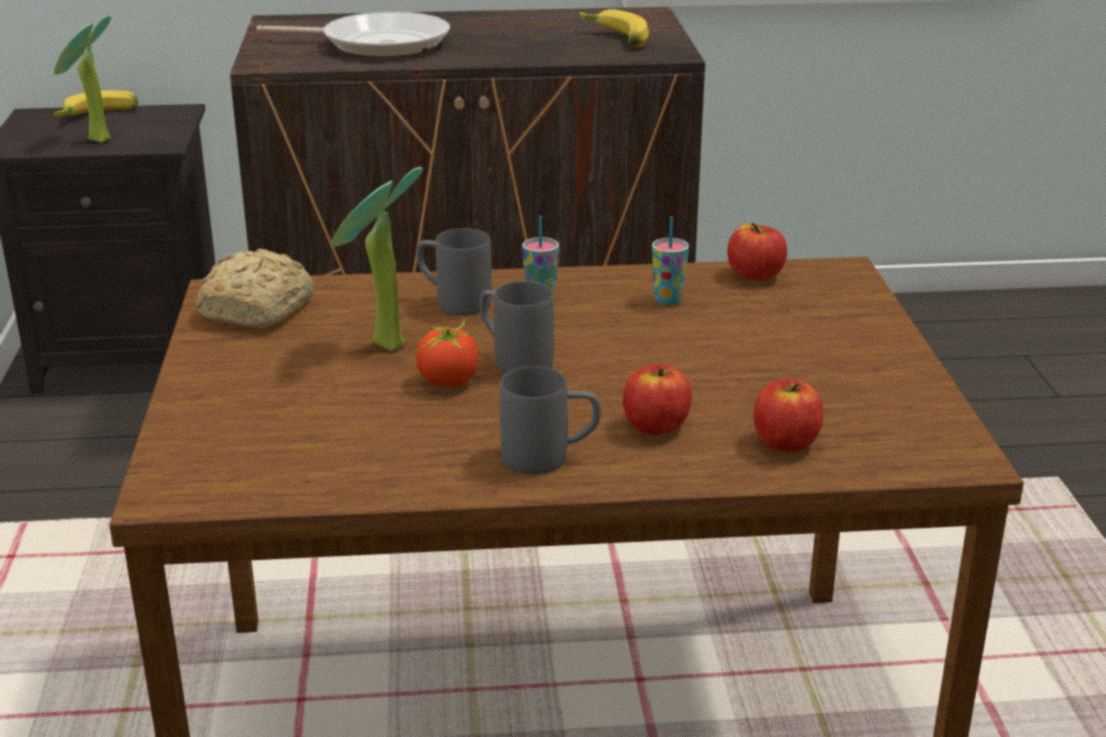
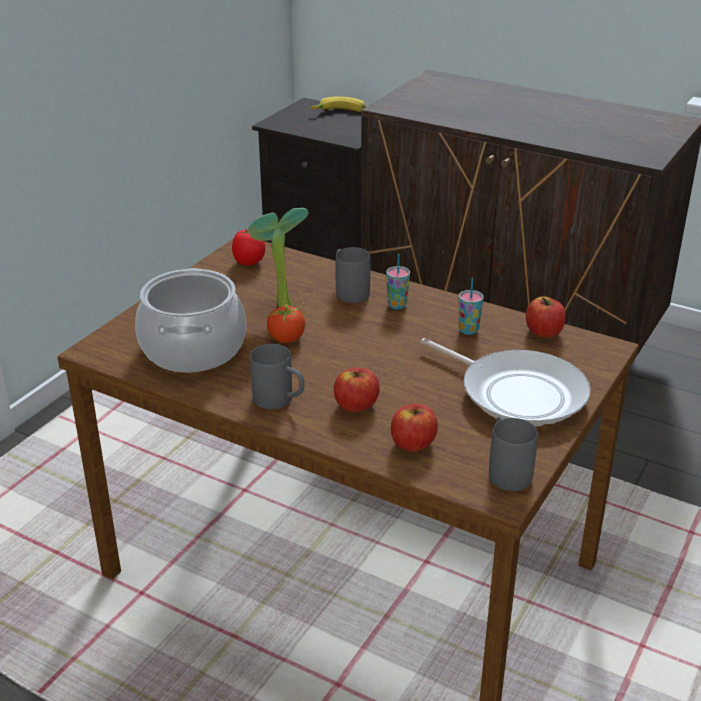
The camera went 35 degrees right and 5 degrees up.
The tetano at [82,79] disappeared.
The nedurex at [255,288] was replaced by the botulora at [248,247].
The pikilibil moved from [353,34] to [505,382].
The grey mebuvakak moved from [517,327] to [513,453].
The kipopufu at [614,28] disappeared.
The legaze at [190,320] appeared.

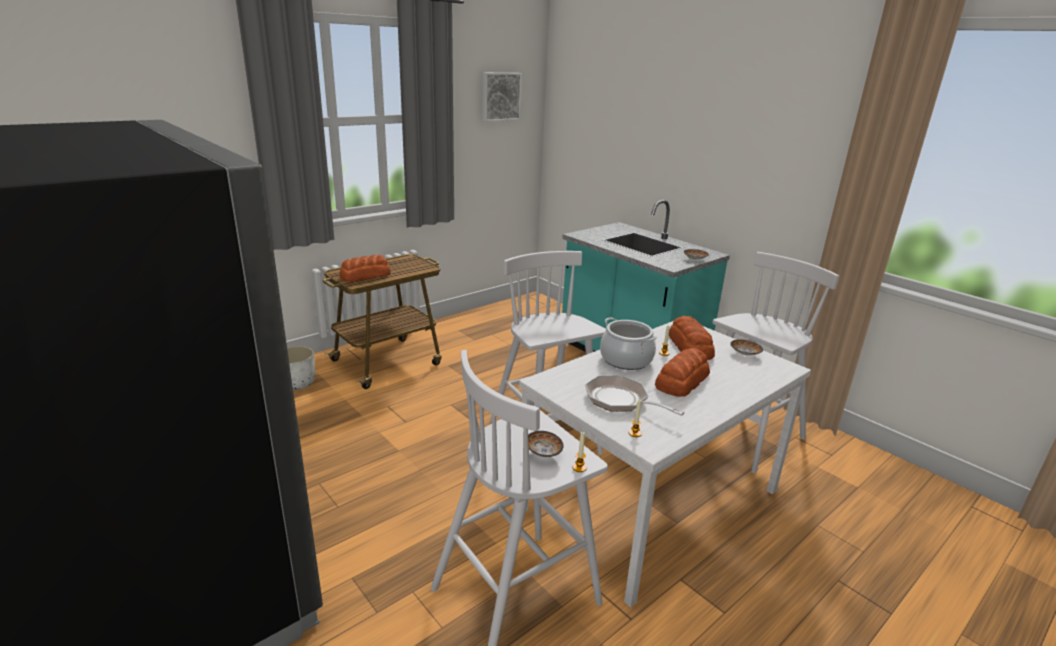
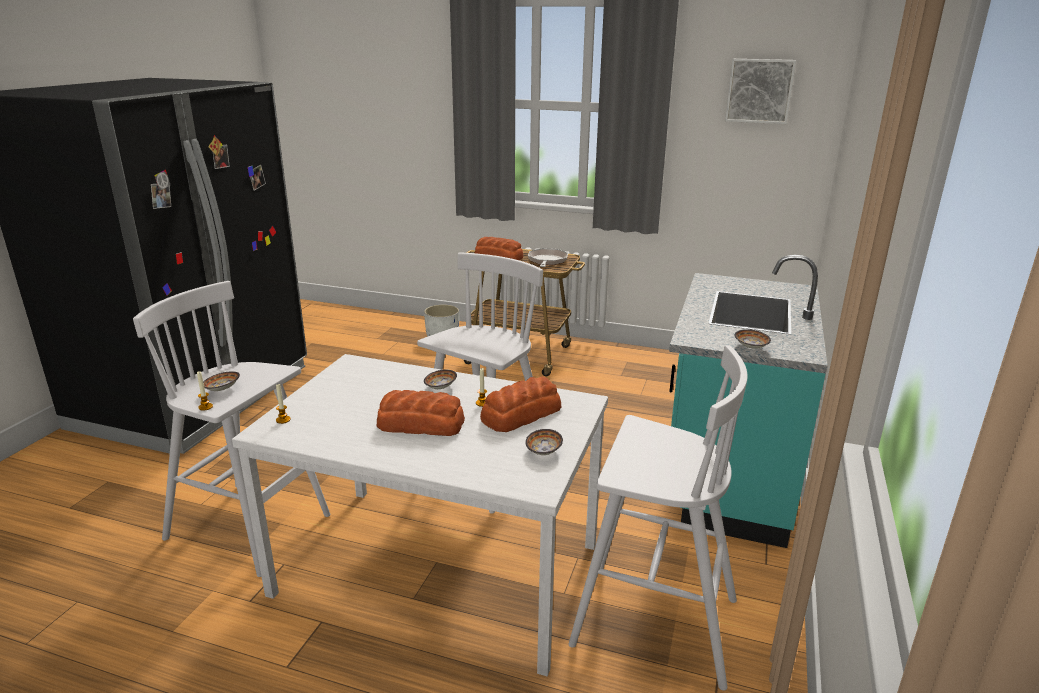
The camera went 60 degrees right and 0 degrees up.
The pikilibil moved from [635,395] to [548,257].
The legaze at [628,343] was replaced by the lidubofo at [440,379].

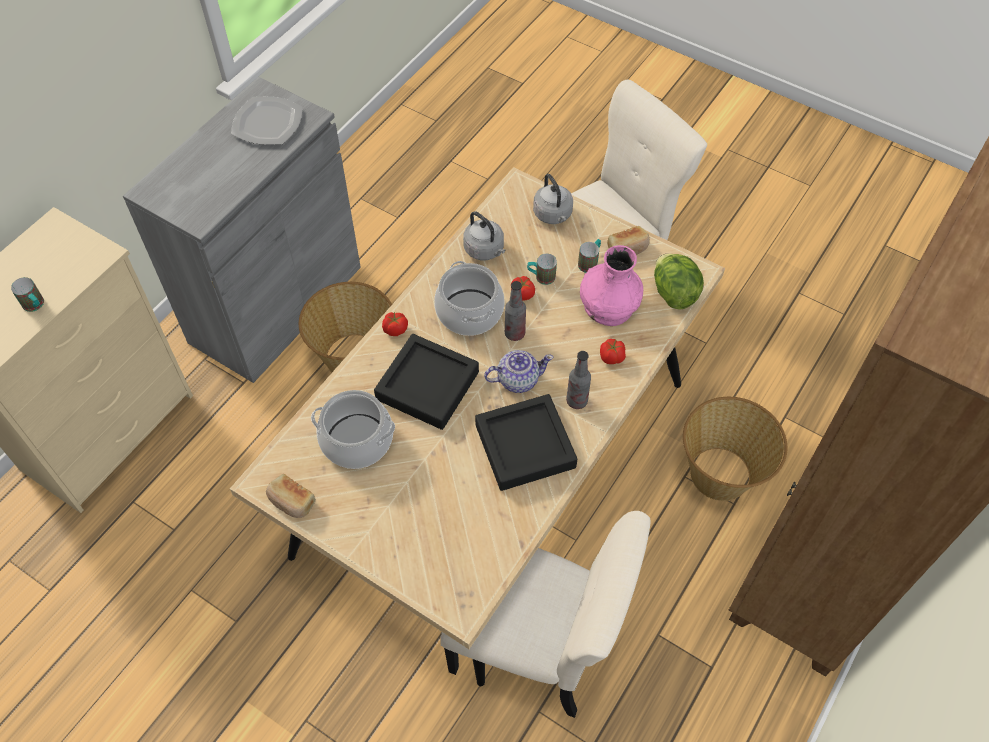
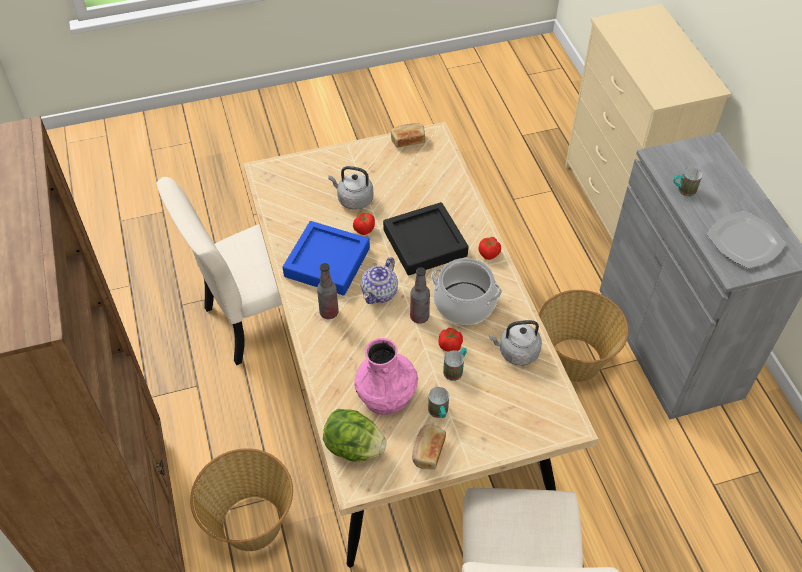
The camera went 130 degrees right and 5 degrees down.
The mebuvakak moved from [27,294] to [687,182].
The legaze at [353,429] disappeared.
The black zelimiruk at [526,442] became the blue zelimiruk at [326,258].
The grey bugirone moved from [553,199] to [350,188].
The botulora moved from [613,351] to [364,224].

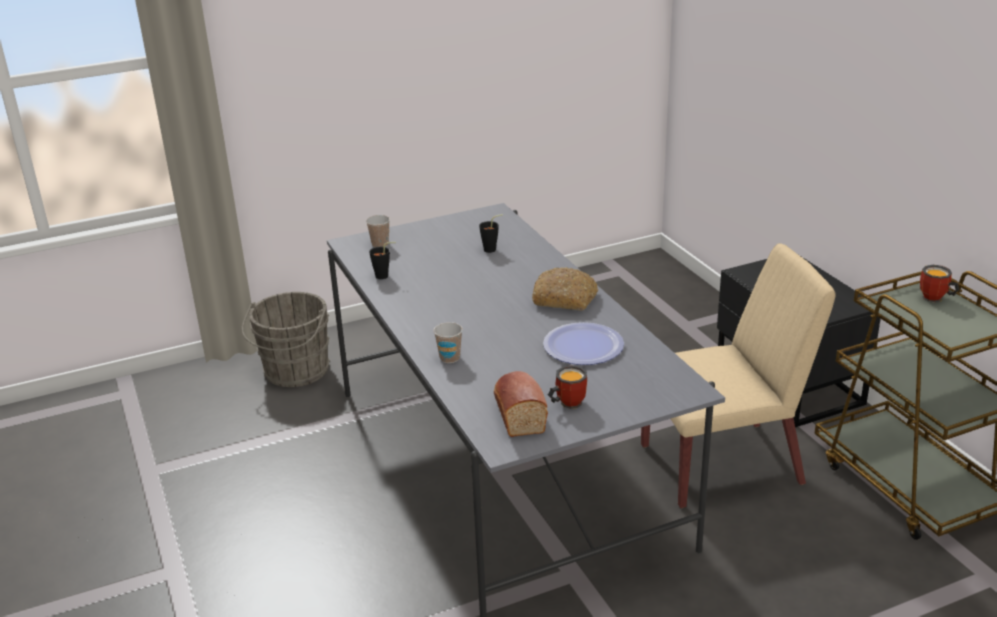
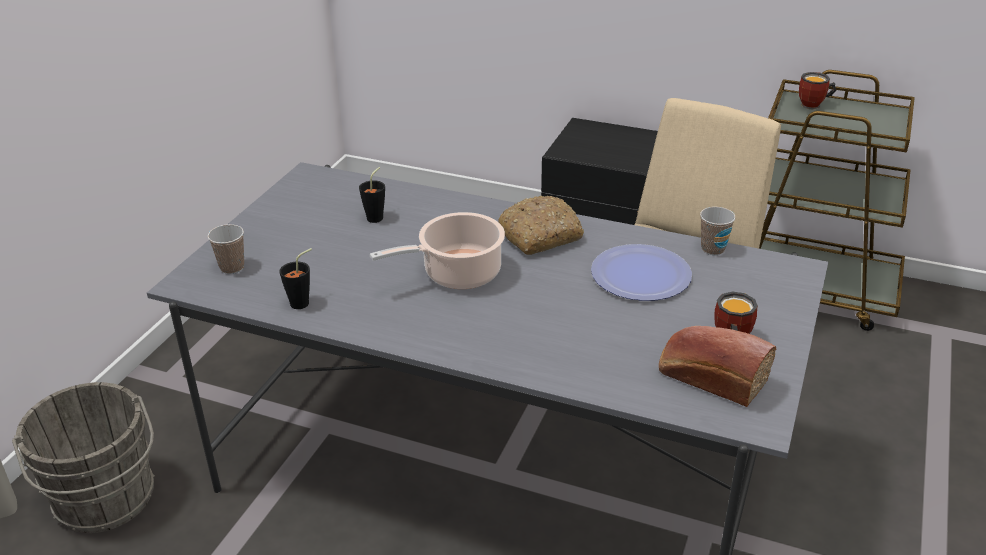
The camera went 45 degrees left and 5 degrees up.
The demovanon moved from [448,342] to [718,231].
The legaze at [437,250] appeared.

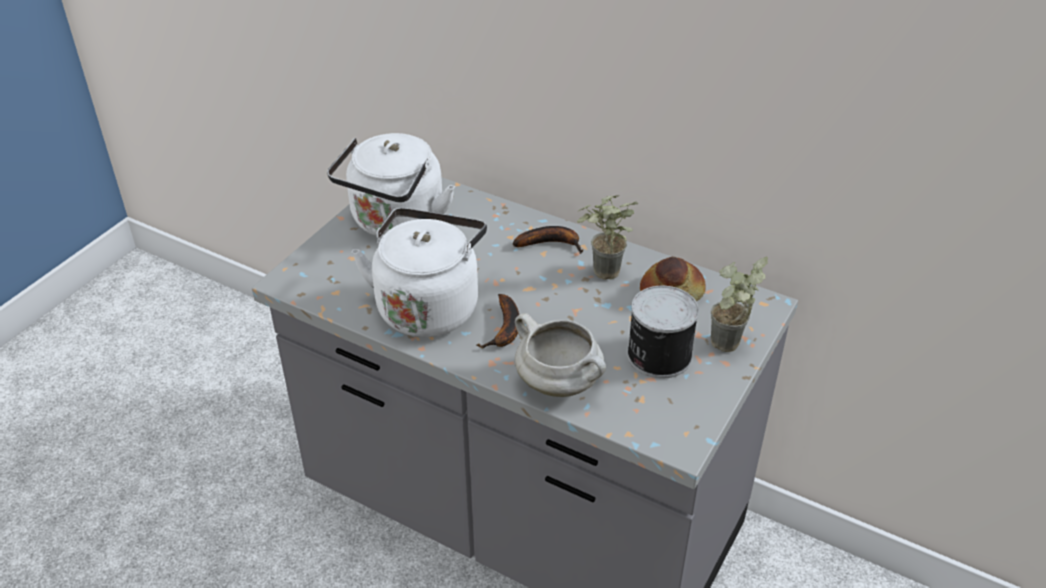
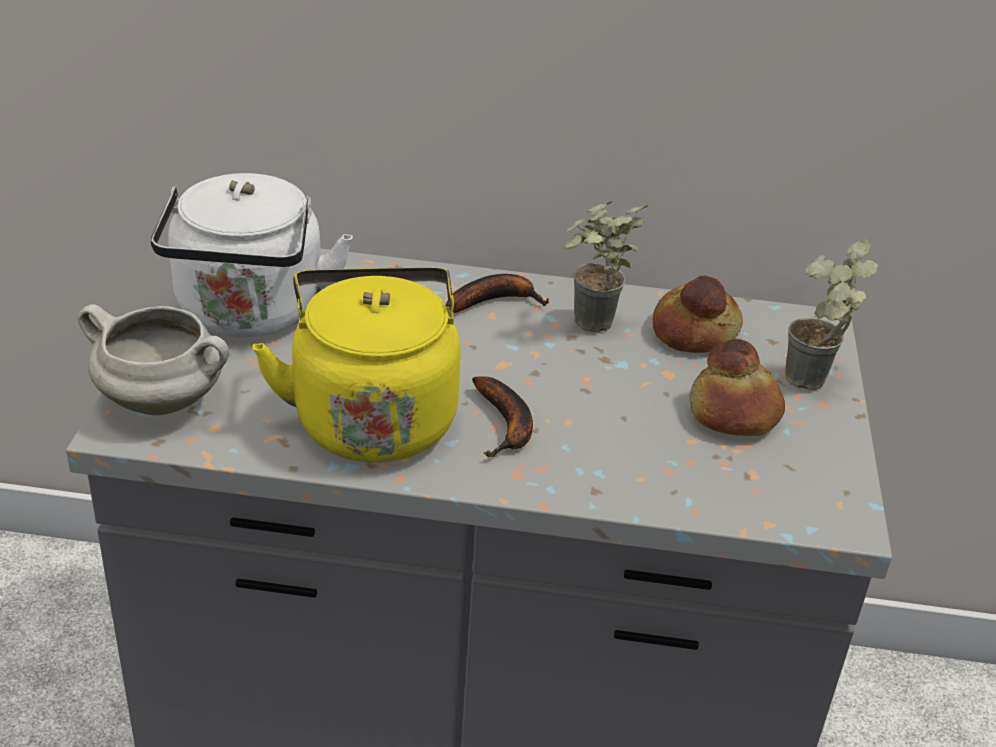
The camera went 25 degrees left and 5 degrees down.
The white bugirone at [419,272] became the yellow bugirone at [356,364].
The white legaze moved from [560,355] to [153,359].
The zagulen at [663,332] was replaced by the nedurex at [737,387].

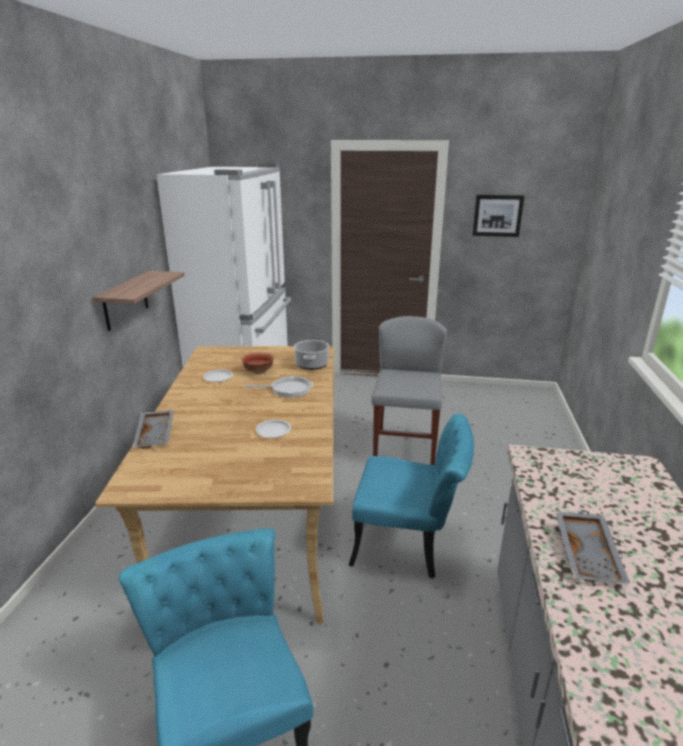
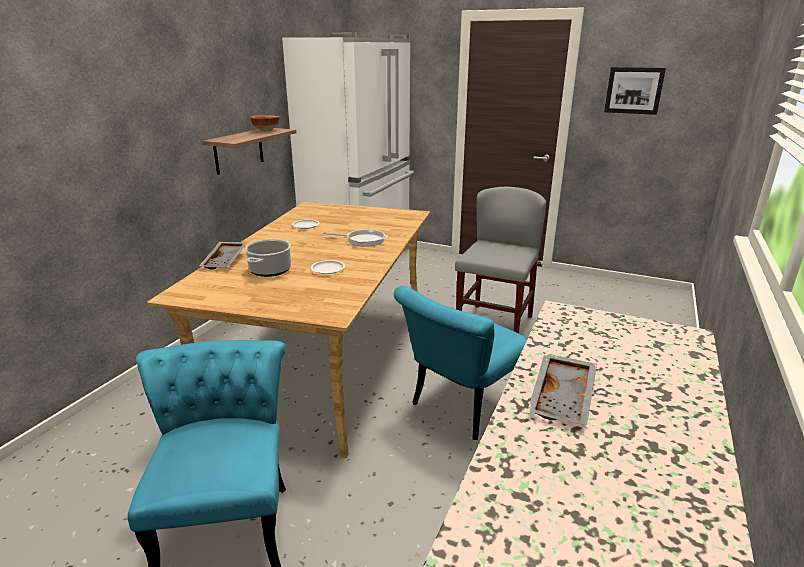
The camera went 15 degrees right and 0 degrees up.
The lidubofo moved from [258,363] to [265,123].
The legaze moved from [312,355] to [268,258].
The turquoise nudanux at [411,496] turned 105 degrees clockwise.

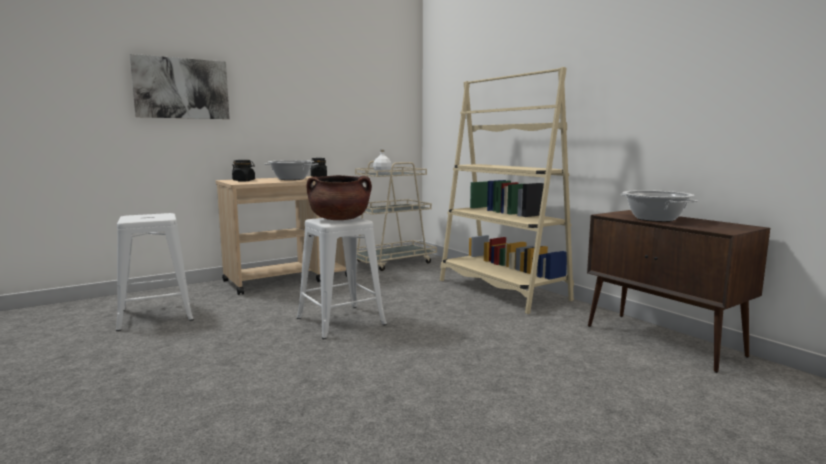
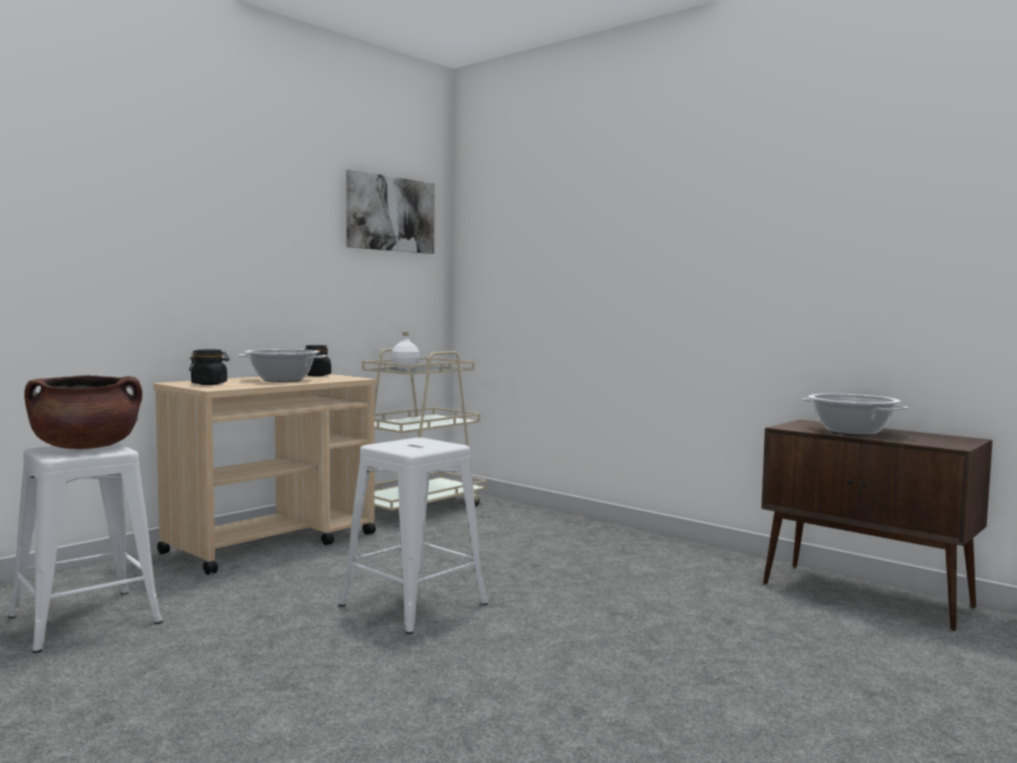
The camera went 15 degrees left and 5 degrees down.
The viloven moved from [180,86] to [390,212].
The brown legaze moved from [339,197] to [83,412].
The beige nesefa at [507,190] disappeared.

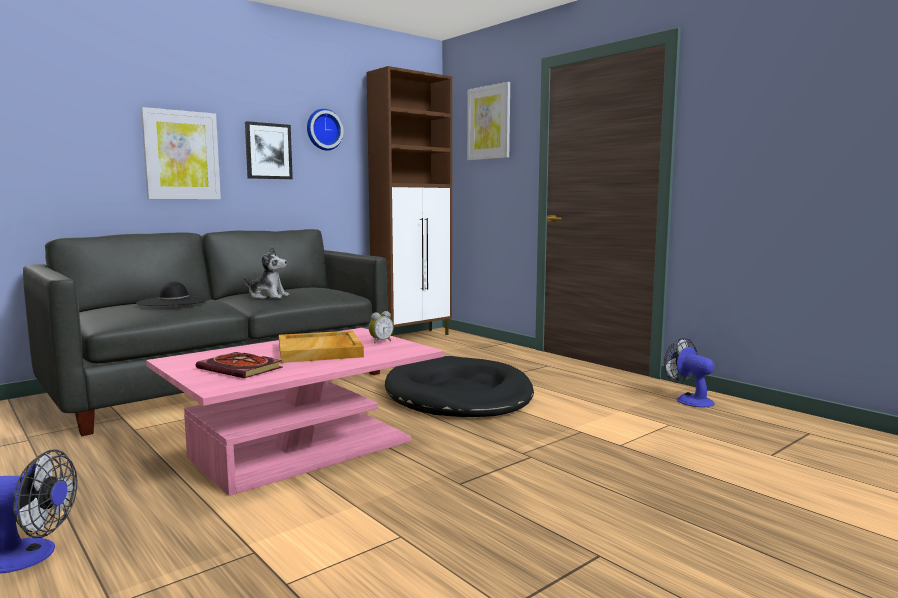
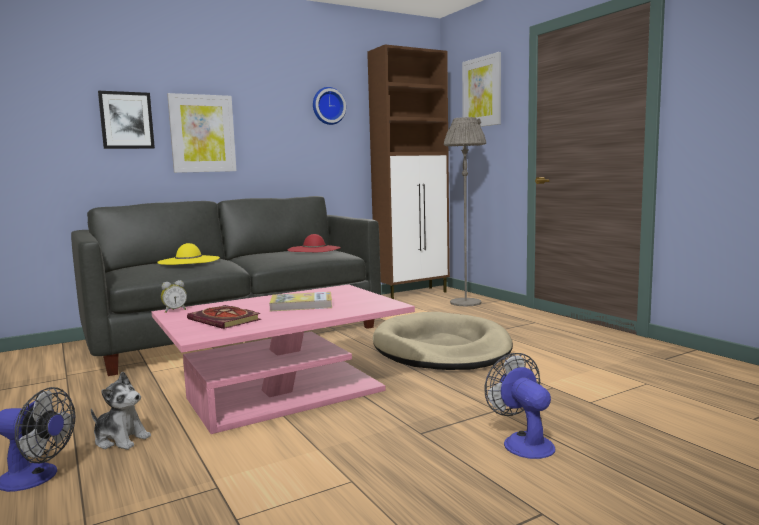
The camera went 10 degrees right and 0 degrees up.
The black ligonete at [174,293] became the yellow ligonete at [188,254].
The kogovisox moved from [266,273] to [121,411].
The viloven moved from [269,150] to [126,120].
The beige zelimiruk at [321,347] was replaced by the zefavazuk at [300,301].
The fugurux moved from [381,327] to [174,296].
The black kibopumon at [459,386] became the beige kibopumon at [443,341].
The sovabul moved from [689,372] to [519,406].
The red ligonete at [314,243] appeared.
The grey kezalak at [465,211] appeared.

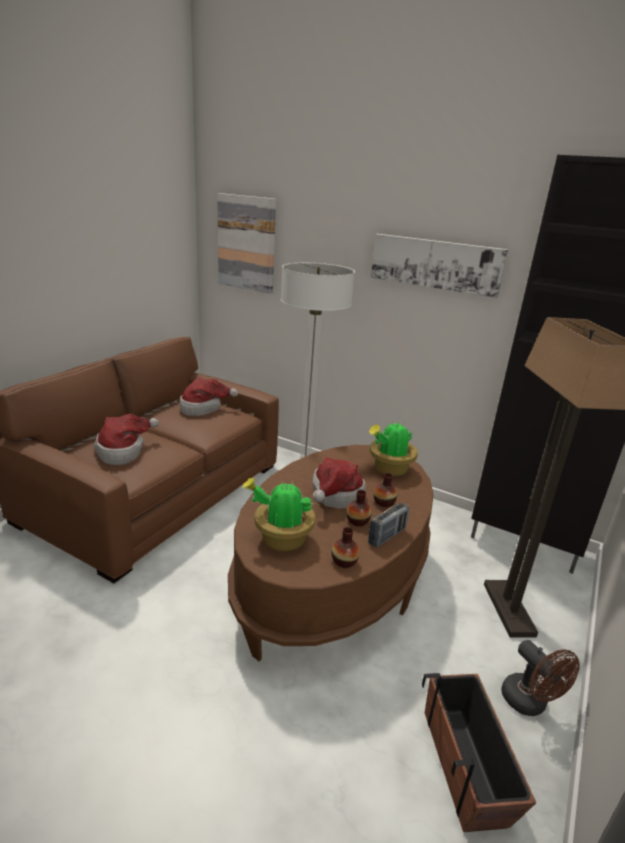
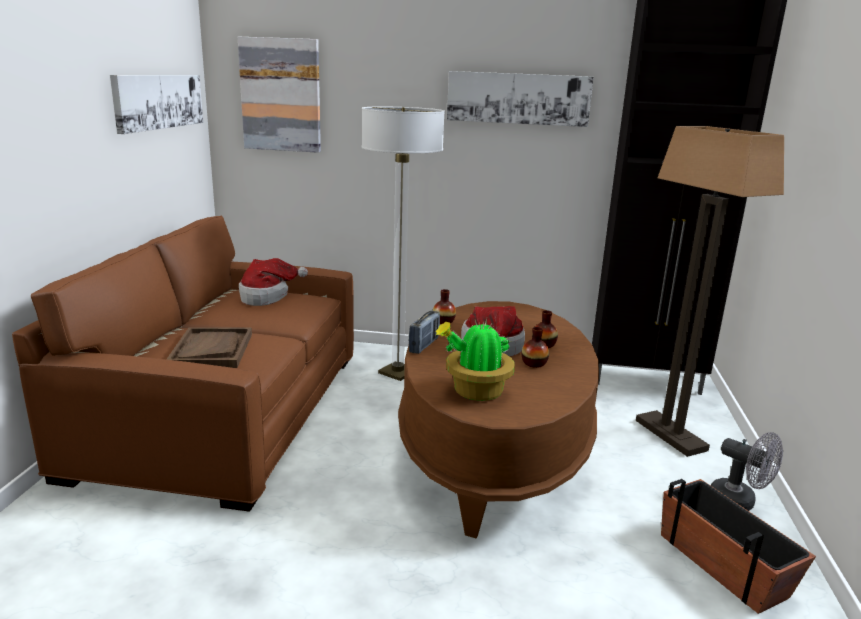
The camera went 20 degrees left and 5 degrees down.
The ligonete at [126,439] was replaced by the brown zelimiruk at [209,347].
The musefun moved from [346,547] to [444,306].
The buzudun moved from [389,525] to [424,332].
The tetano at [393,447] disappeared.
The brown sovabul at [540,678] became the grey sovabul at [746,471].
The viloven at [156,104] appeared.

